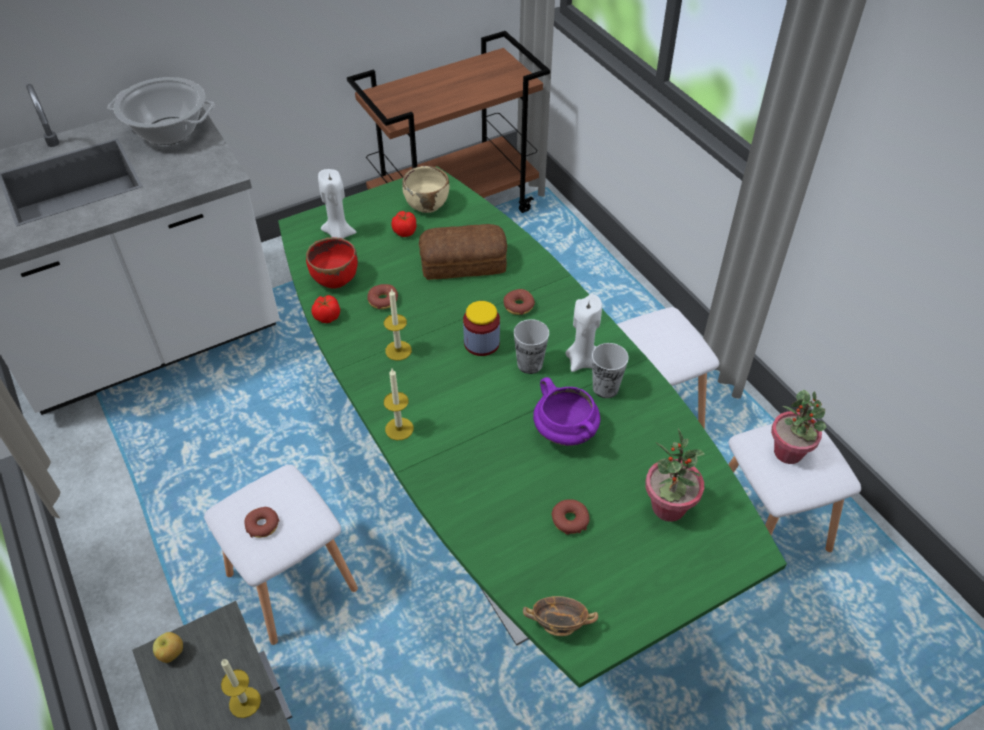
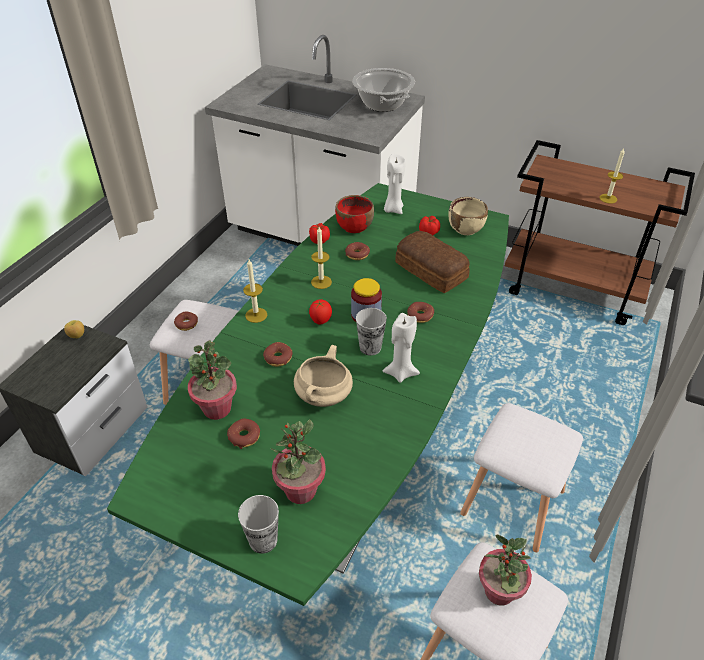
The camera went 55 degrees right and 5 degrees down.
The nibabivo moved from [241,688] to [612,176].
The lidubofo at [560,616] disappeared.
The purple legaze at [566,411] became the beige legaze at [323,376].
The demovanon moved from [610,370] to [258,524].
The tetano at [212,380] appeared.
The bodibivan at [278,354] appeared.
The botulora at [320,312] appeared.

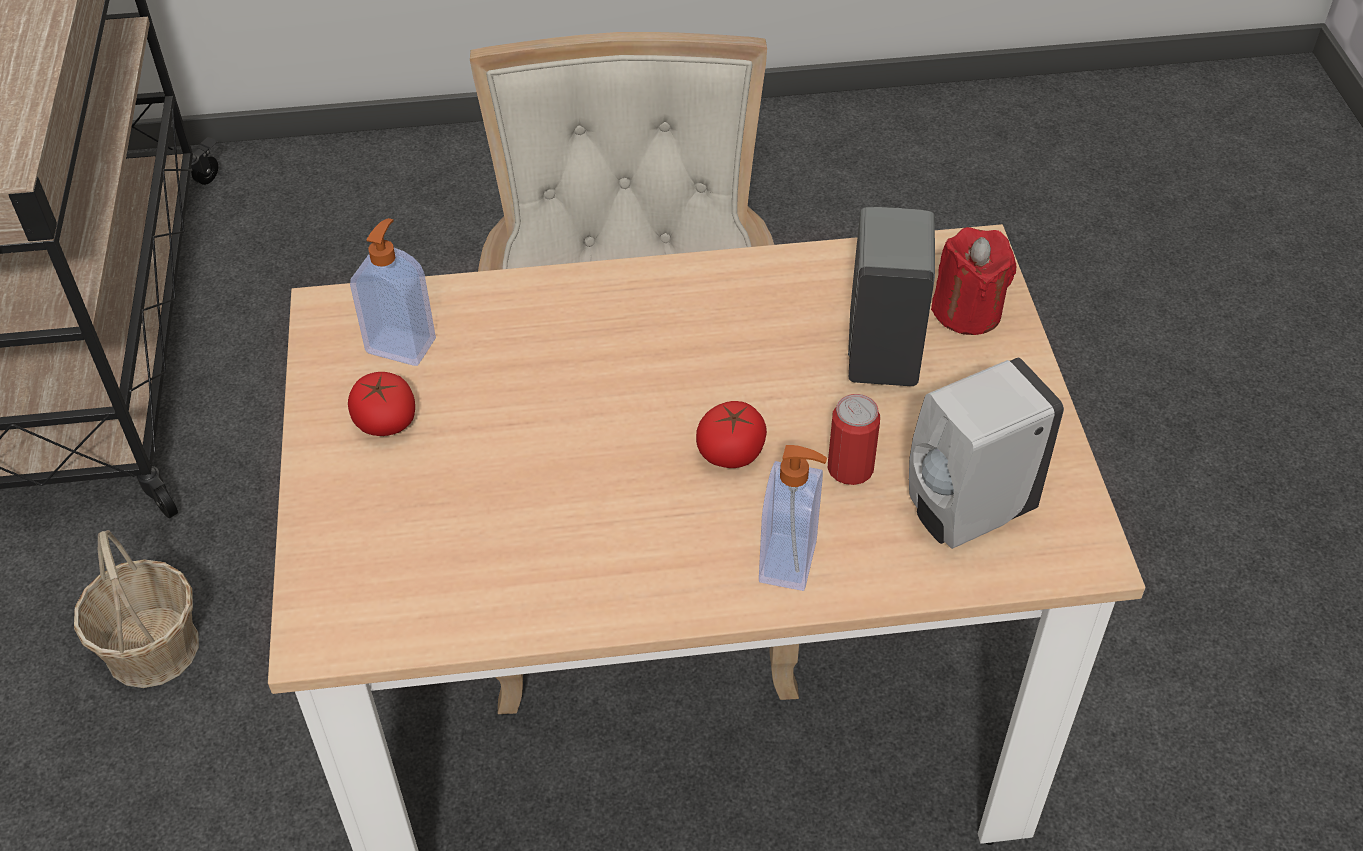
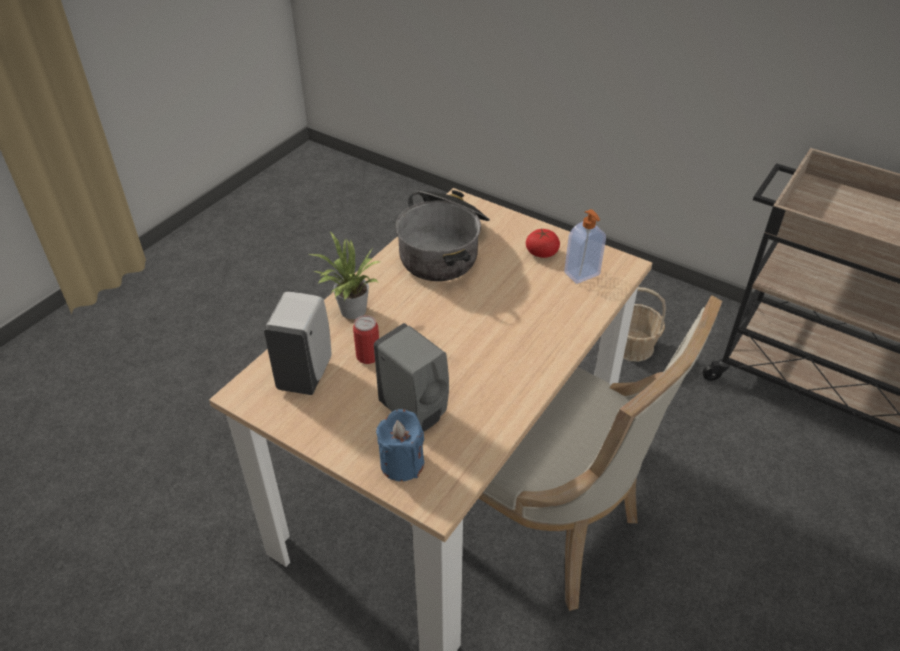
The camera went 130 degrees right and 5 degrees down.
The botulora at [731,434] disappeared.
The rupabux at [793,518] was replaced by the tetano at [344,275].
The red nibabivo at [973,281] became the blue nibabivo at [400,445].
The legaze at [442,235] appeared.

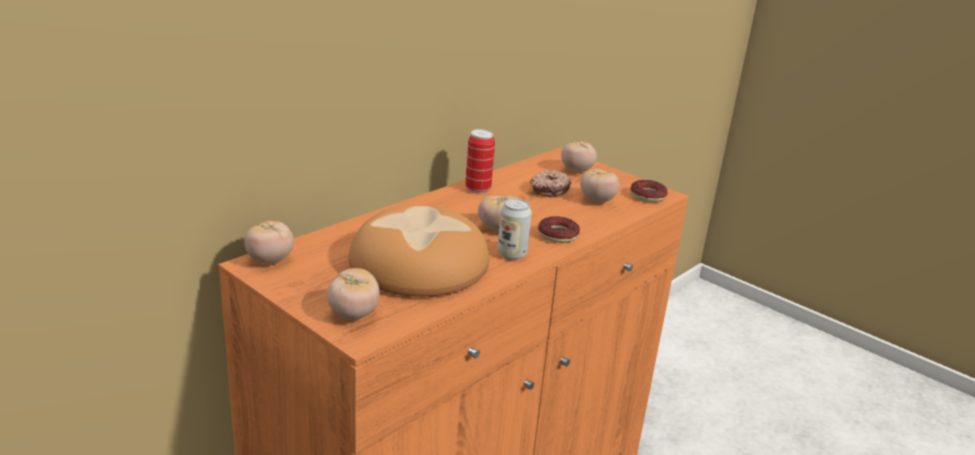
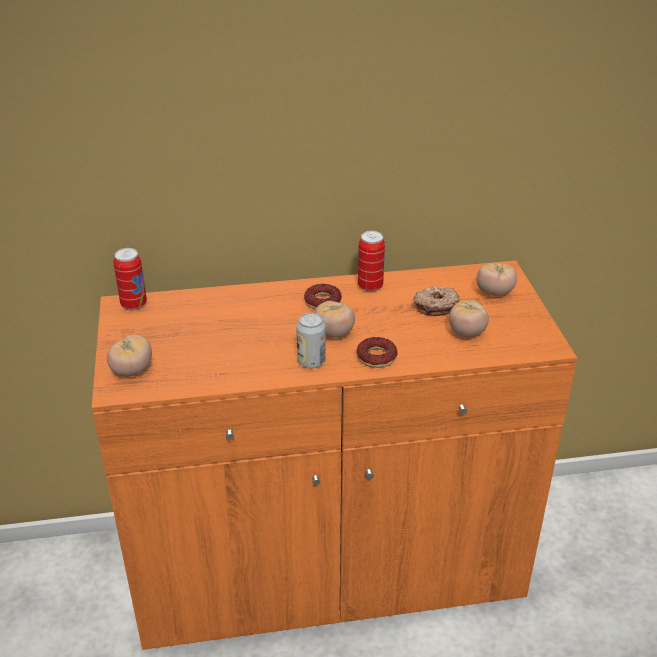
The camera went 40 degrees right and 10 degrees up.
The botulora at [269,242] was replaced by the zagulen at [130,279].
The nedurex at [419,251] disappeared.
The bodibivan moved from [649,191] to [323,297].

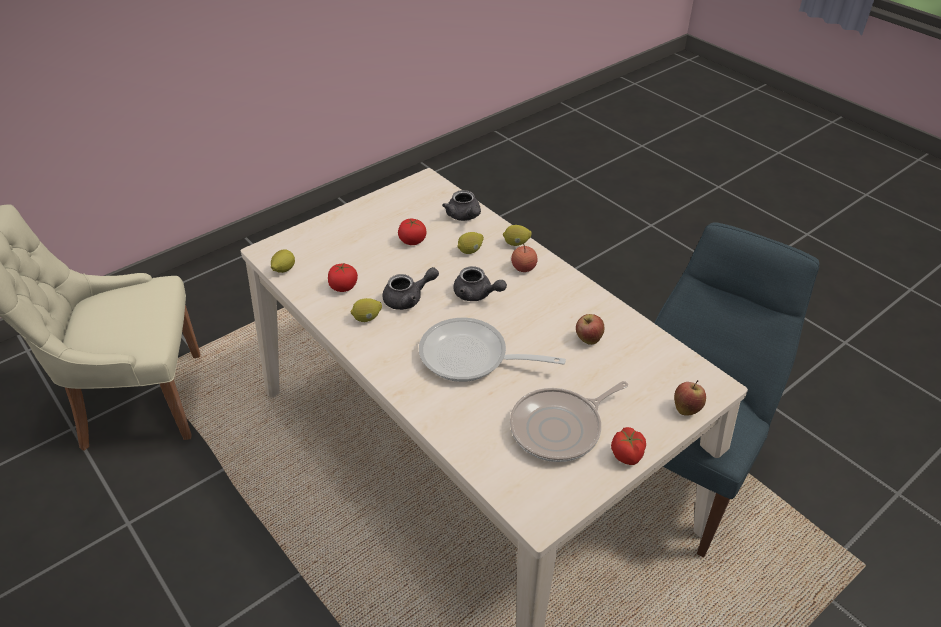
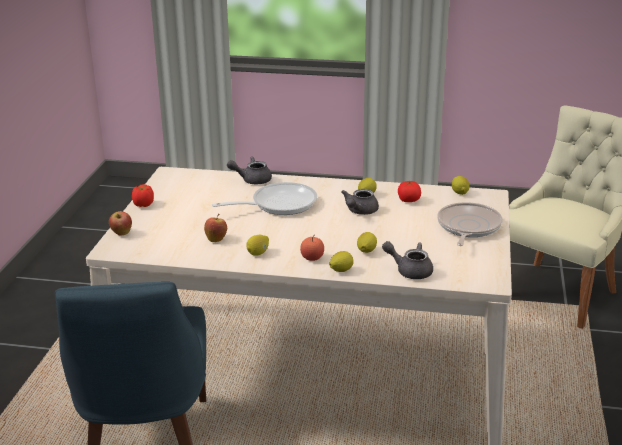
The camera went 140 degrees right and 15 degrees down.
The botulora at [412,232] disappeared.
The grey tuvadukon moved from [480,283] to [249,170].
The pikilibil moved from [569,421] to [470,224].
The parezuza at [257,245] appeared.

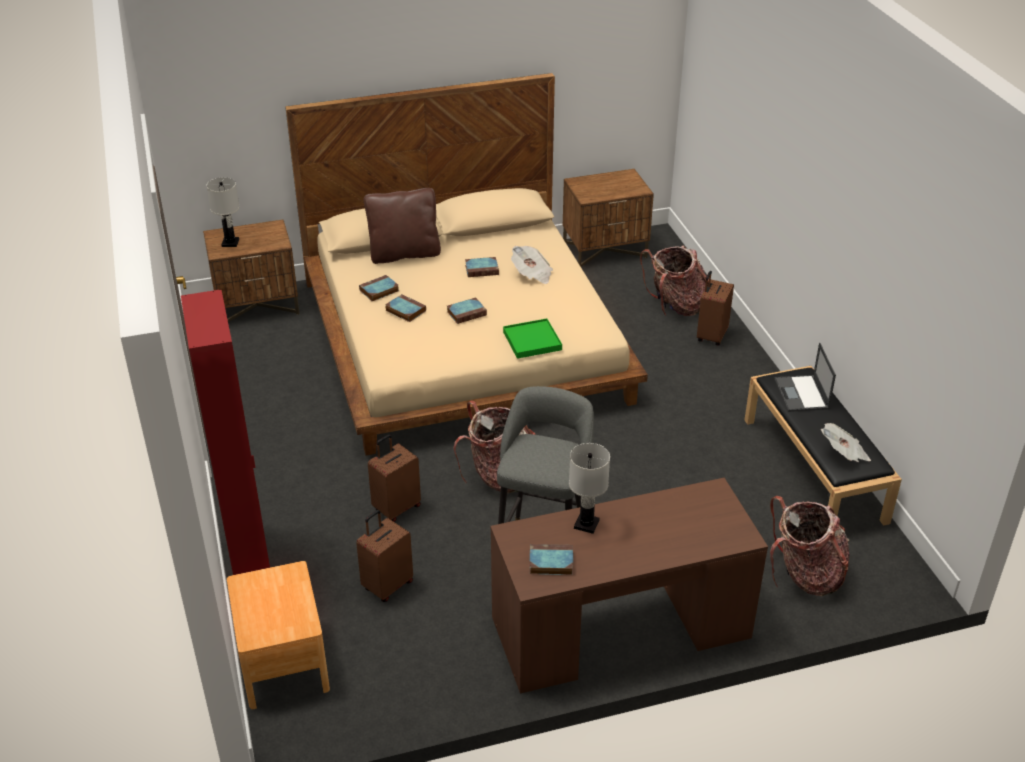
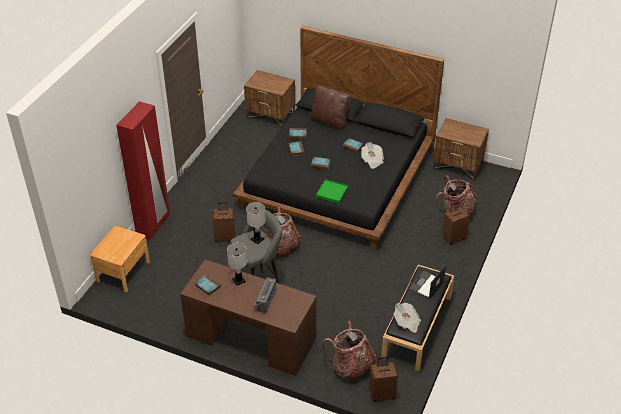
The camera went 40 degrees right and 5 degrees up.
The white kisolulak moved from [223,212] to [256,223].
The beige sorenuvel at [466,264] became the black sorenuvel at [338,138].
The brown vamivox moved from [384,556] to [383,379].
The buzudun at [265,295] appeared.

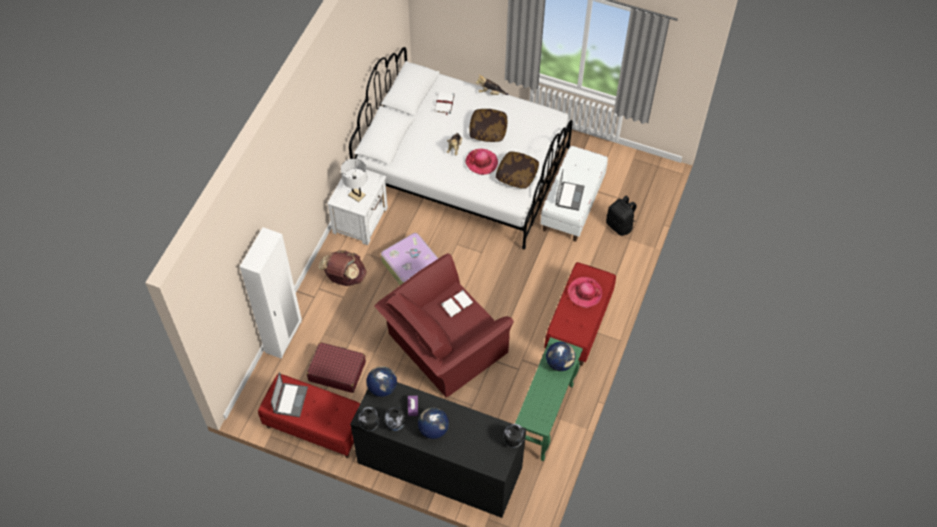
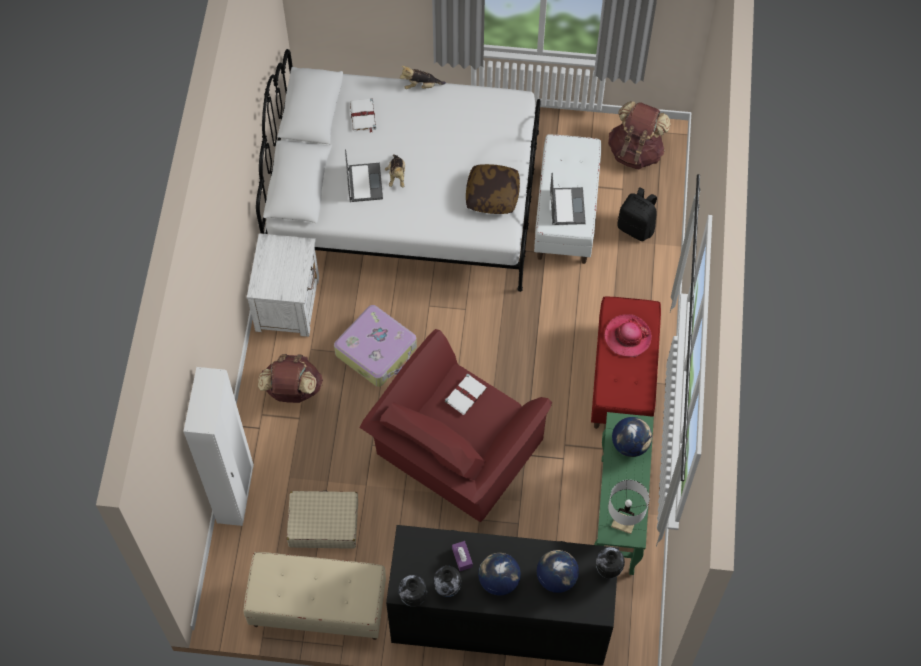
The camera went 15 degrees left and 5 degrees up.
The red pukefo at [309,416] became the beige pukefo at [314,596].
The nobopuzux moved from [289,394] to [364,175].
The red vamivox at [336,367] became the beige vamivox at [322,519].
The white kisolulak moved from [354,180] to [628,507].
The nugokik moved from [381,381] to [558,571].
The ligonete at [481,162] disappeared.
The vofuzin at [488,125] disappeared.
The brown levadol at [639,135] appeared.

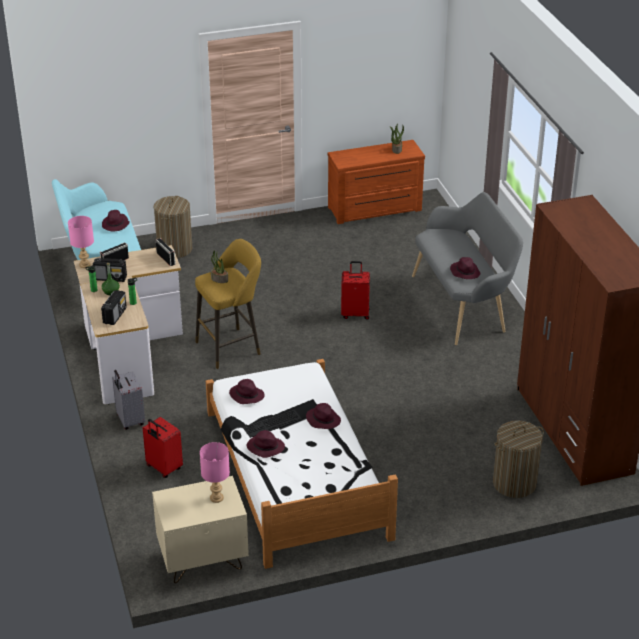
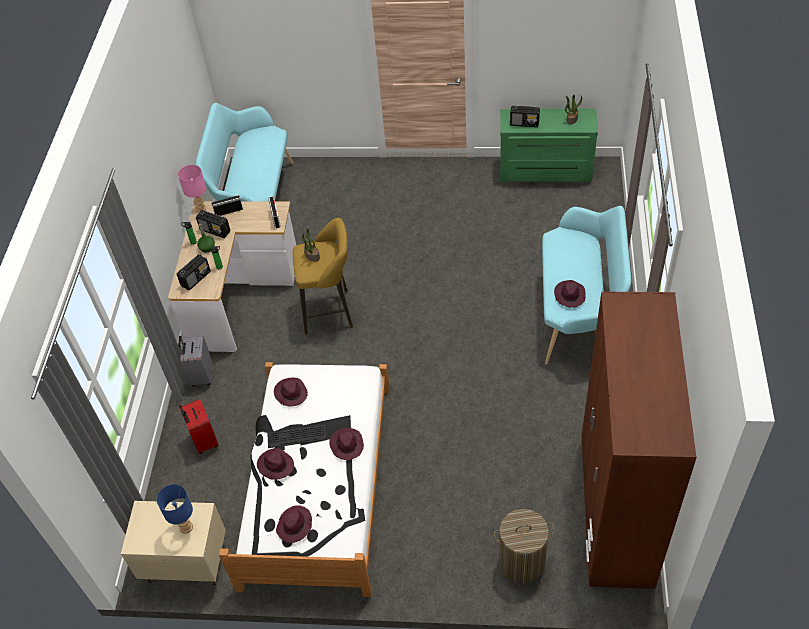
The camera went 25 degrees right and 15 degrees up.
The purple ligonete moved from [116,220] to [294,524].
The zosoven at [173,227] disappeared.
The pink kisolulak at [215,472] became the blue kisolulak at [175,509].
The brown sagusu at [376,182] became the green sagusu at [549,145].
The red vamivox at [355,290] disappeared.
The grey pukefo at [467,268] became the turquoise pukefo at [586,285].
The buzudun at [525,116] appeared.

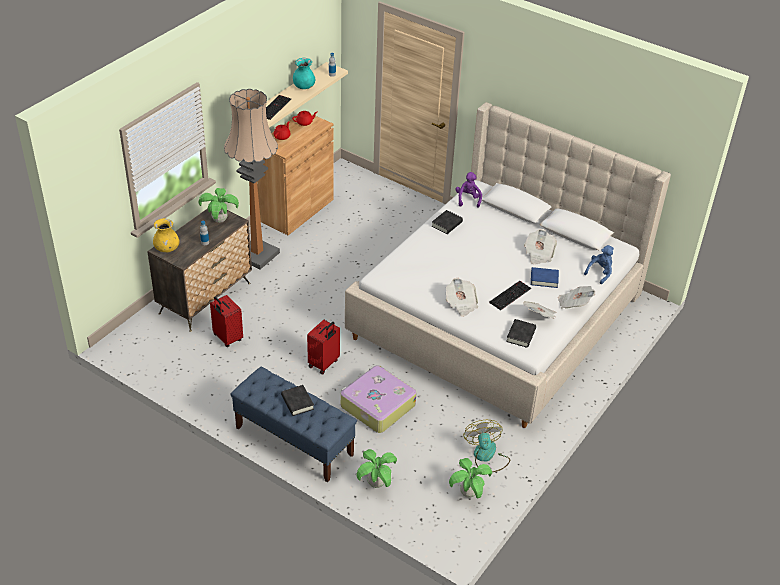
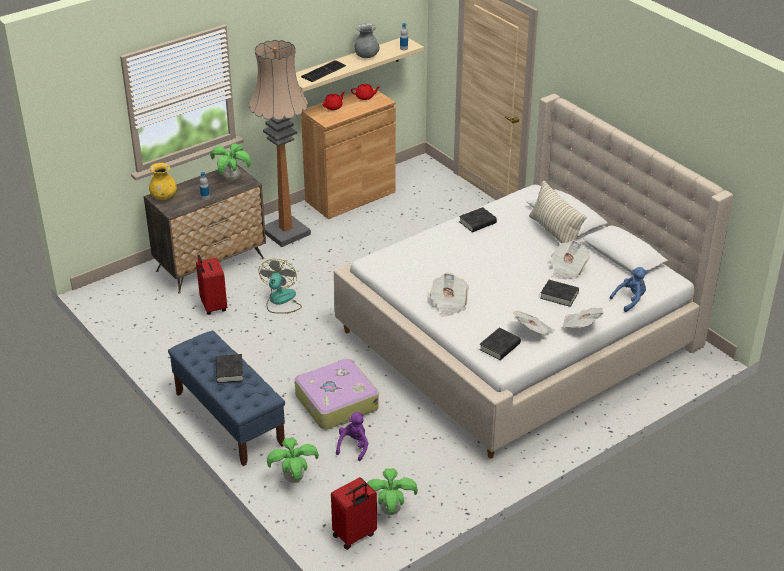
The camera went 20 degrees right and 5 degrees down.
The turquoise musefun at [304,73] became the grey musefun at [367,40].
The red vamivox moved from [323,347] to [354,513].
The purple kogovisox moved from [469,190] to [352,436].
The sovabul moved from [486,446] to [280,286].
The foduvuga at [510,295] disappeared.
The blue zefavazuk at [545,277] became the black zefavazuk at [559,293].
The vofuzin at [558,211] appeared.

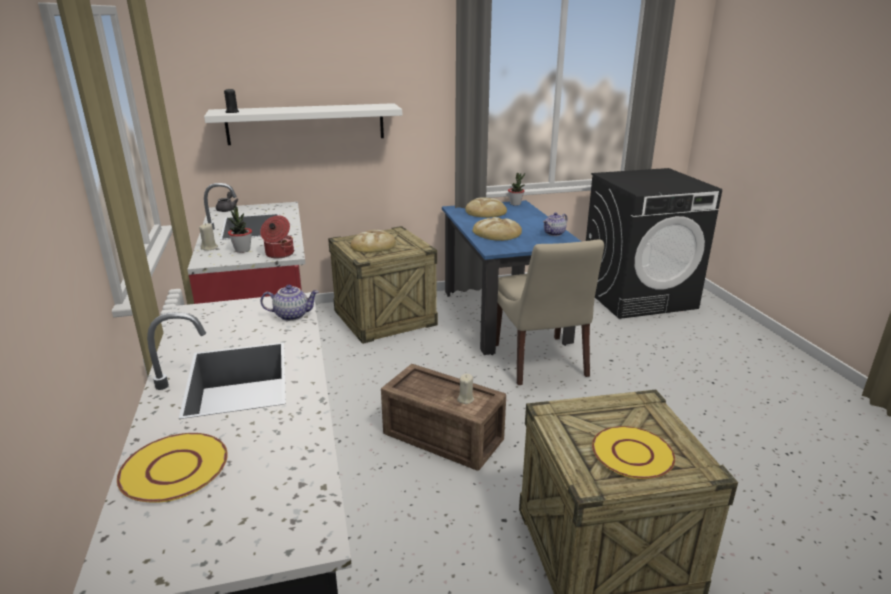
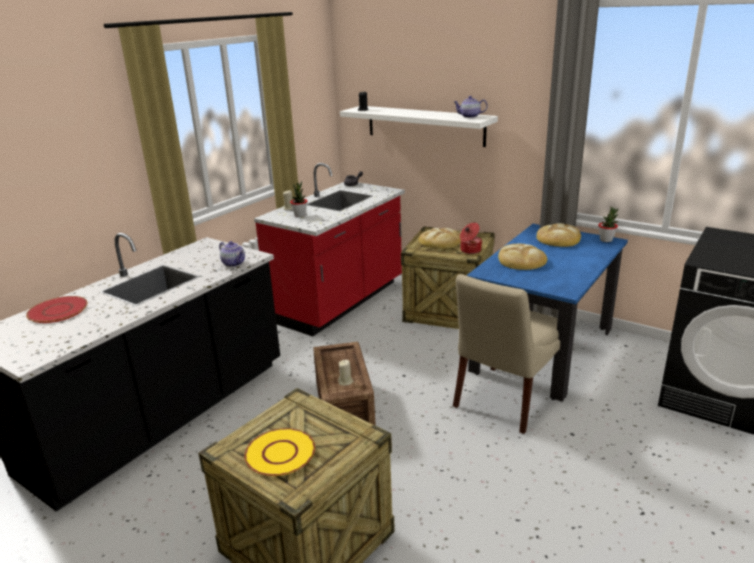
The camera went 50 degrees right and 0 degrees up.
The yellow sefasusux at [172,468] became the red sefasusux at [57,309].
The legaze moved from [277,236] to [471,238].
The tuvadukon moved from [555,224] to [471,107].

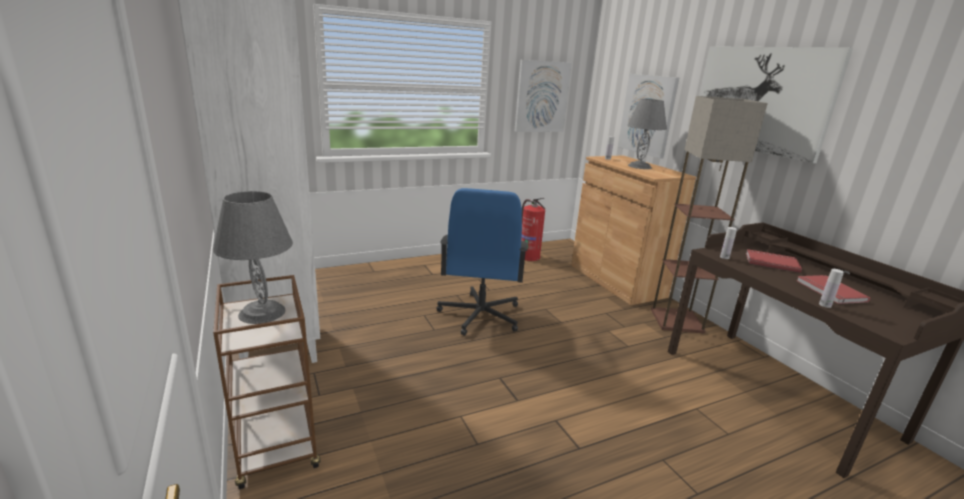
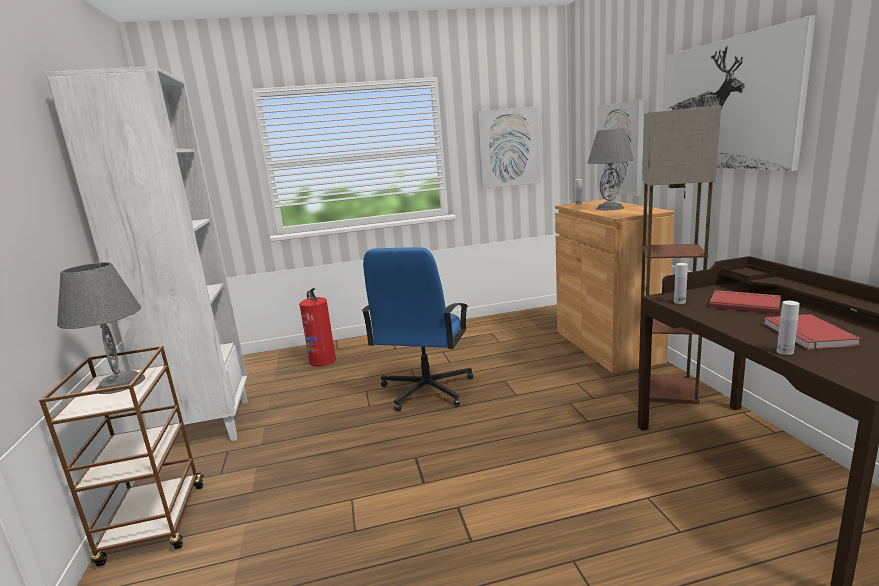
The camera went 15 degrees right and 5 degrees down.
The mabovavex moved from [533,229] to [317,327].

